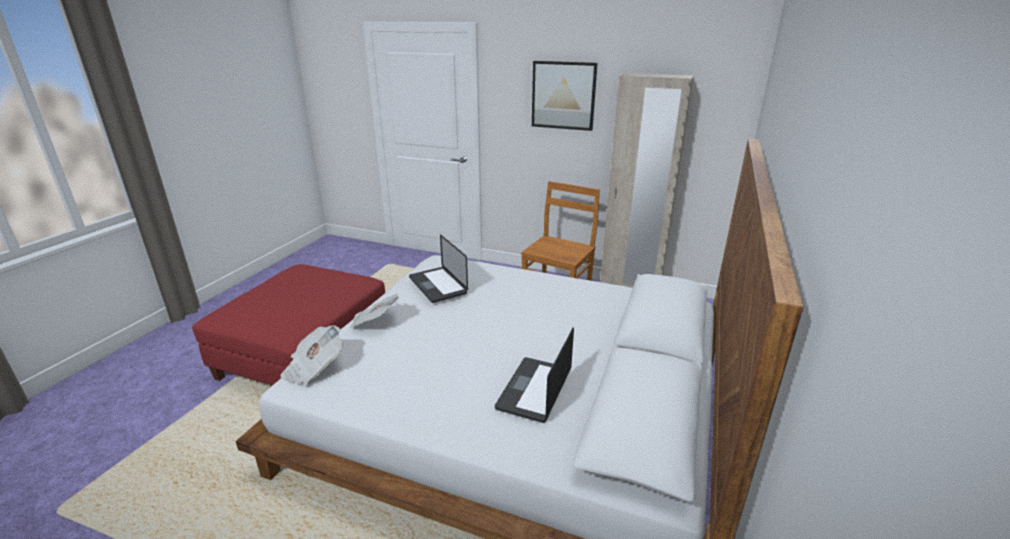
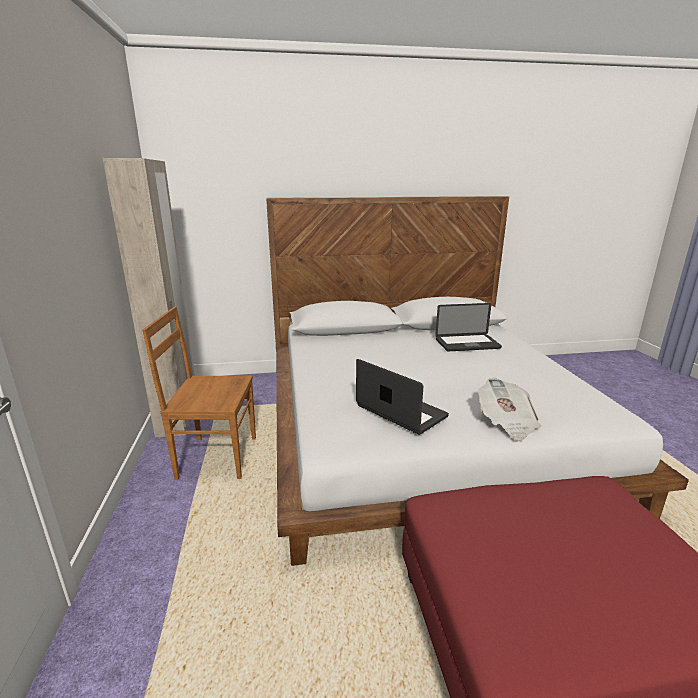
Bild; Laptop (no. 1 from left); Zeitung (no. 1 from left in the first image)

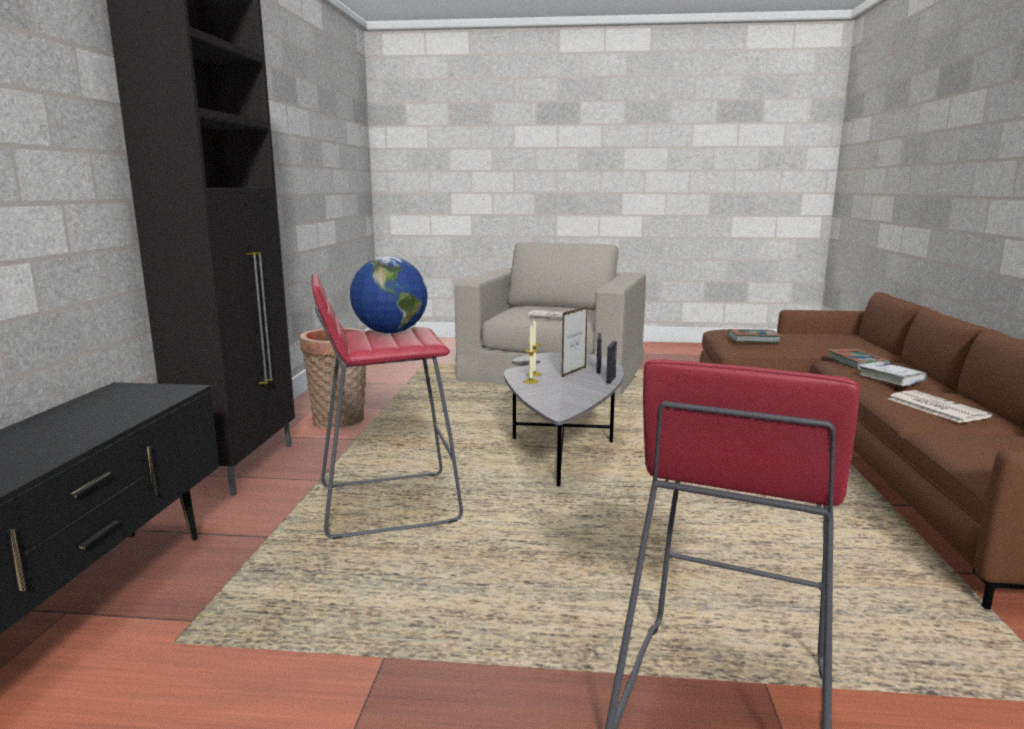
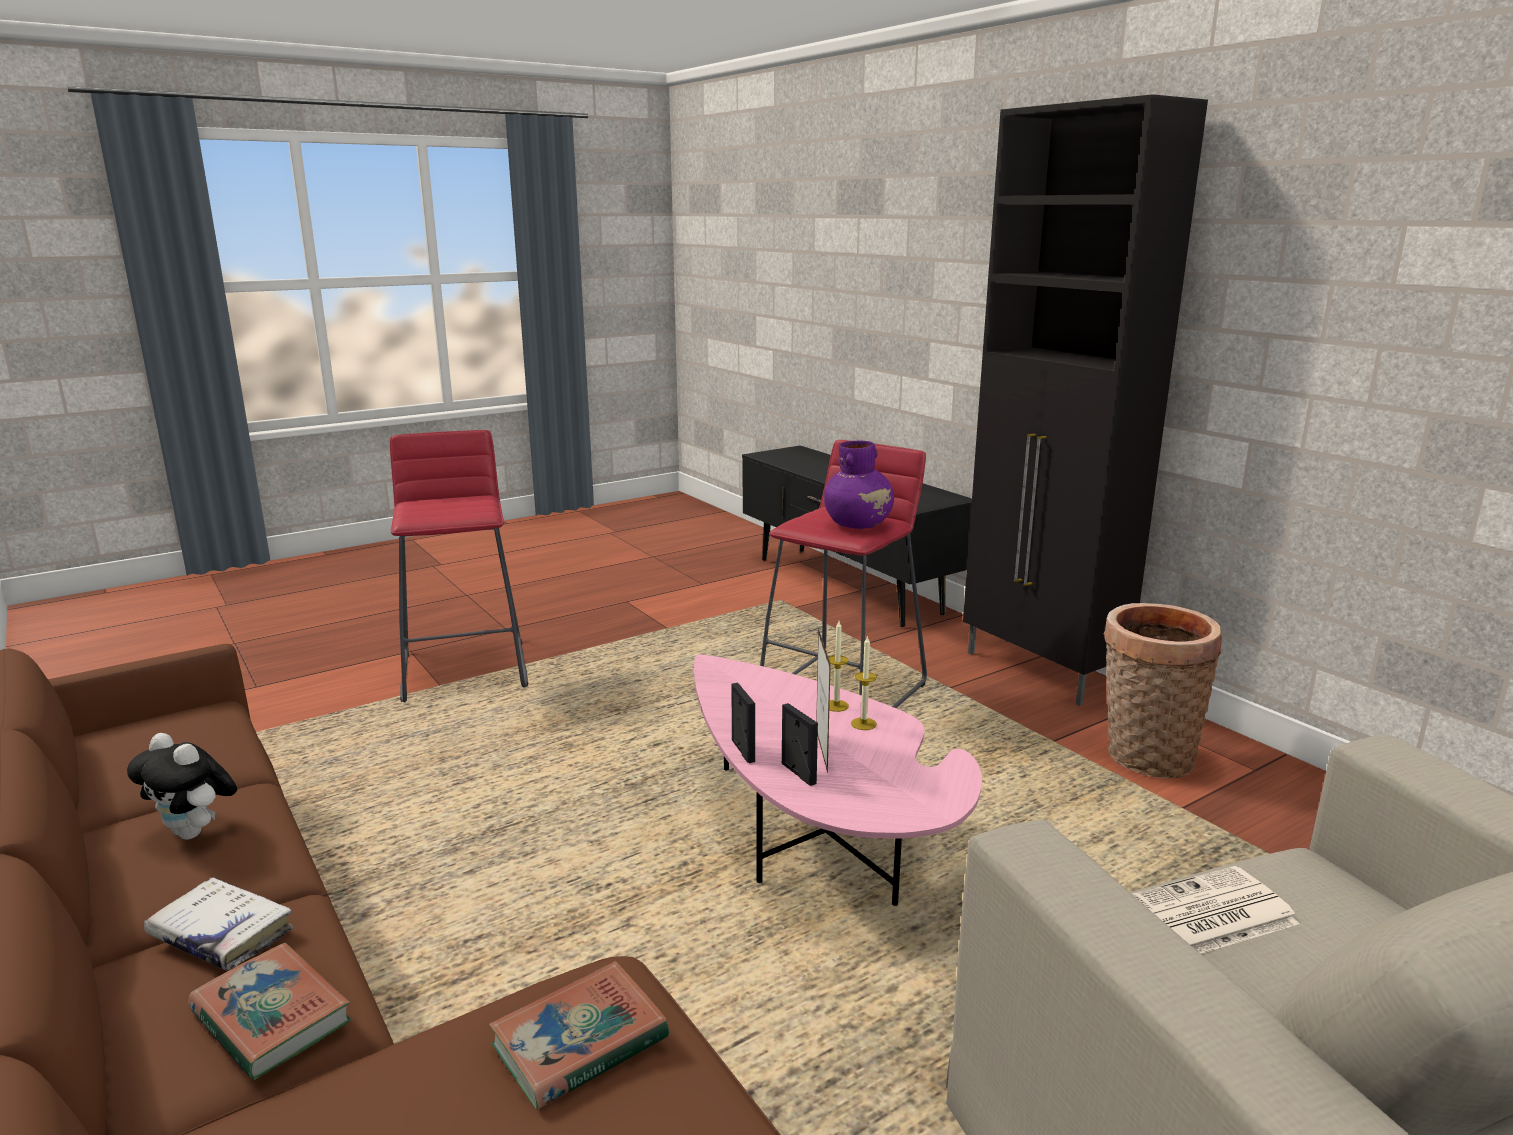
Vase (lila); Couchtisch (rosa); Plüschtier

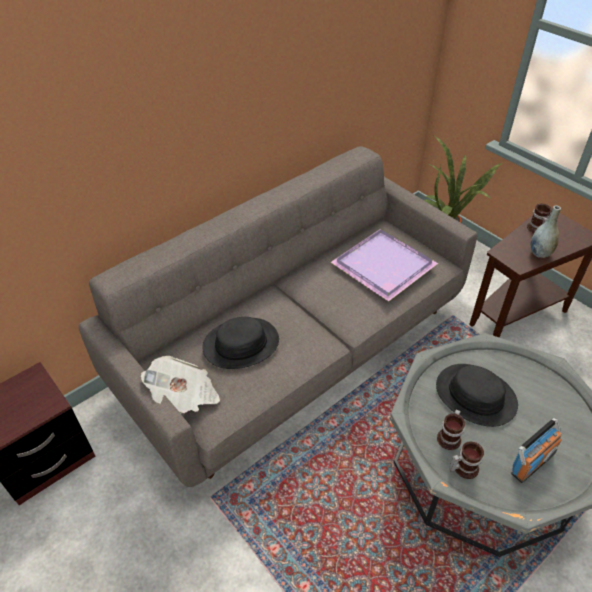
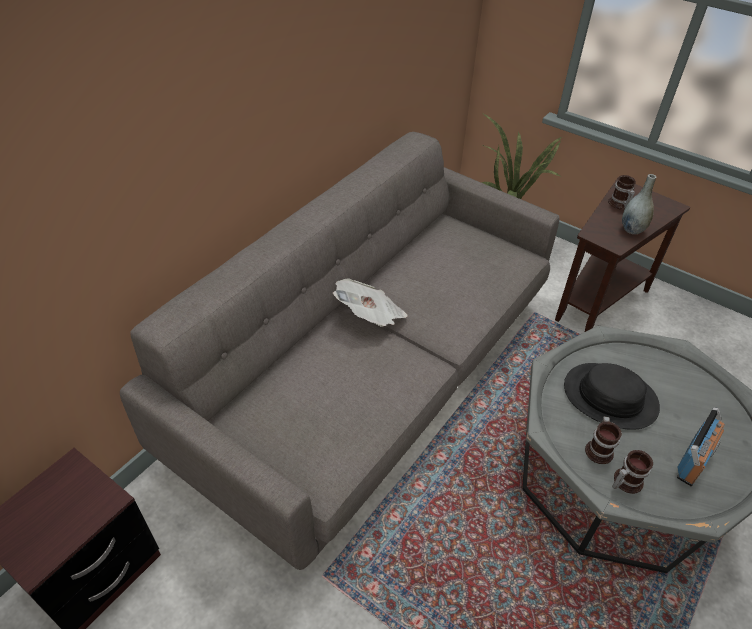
Tablett (lila); Hut (schwarz) (no. 1 from left in the first image); Zeitung

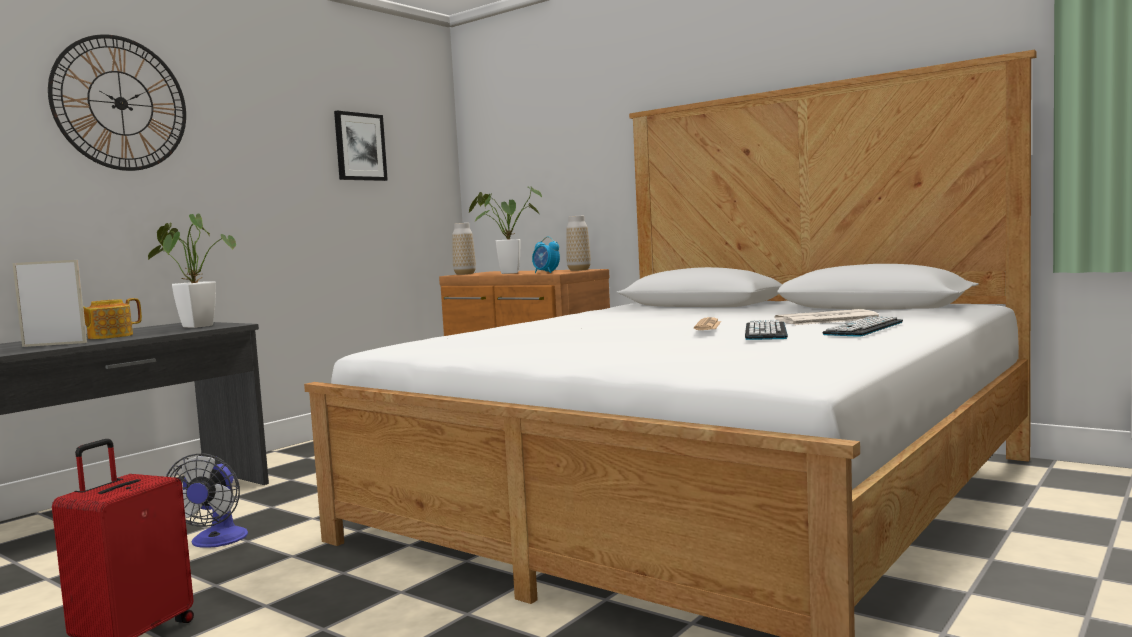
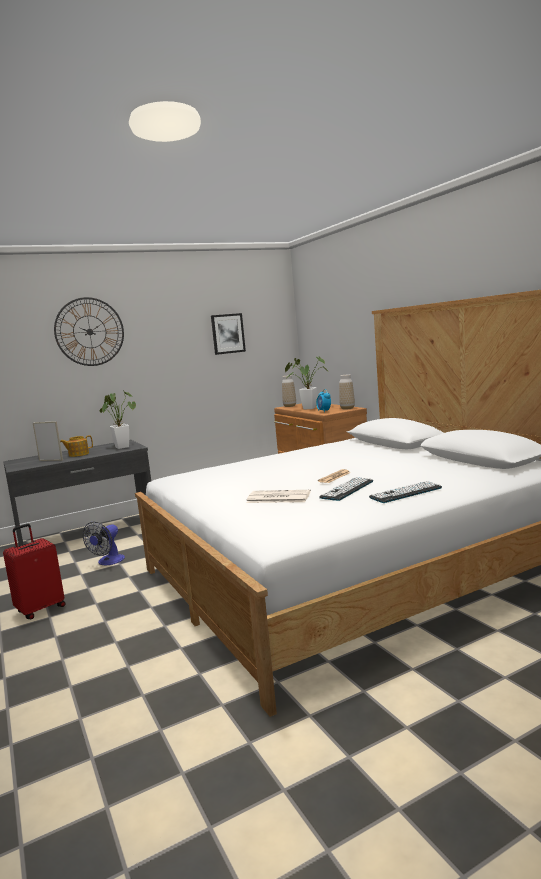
Zeitung (no. 1 from left)

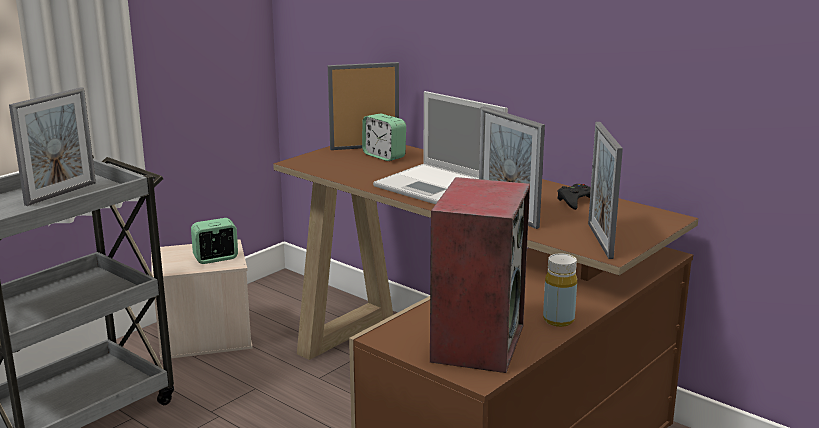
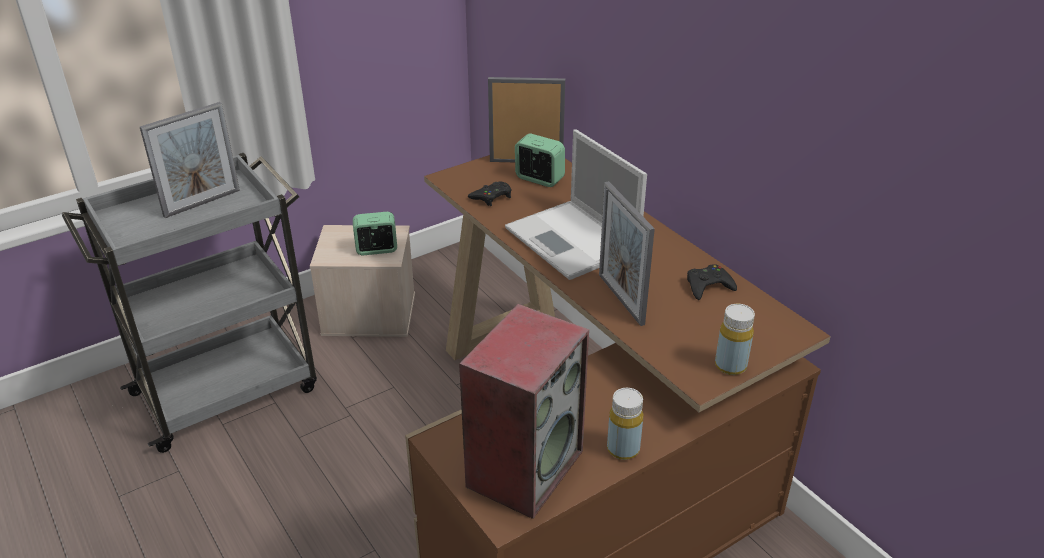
Wecker (no. 2 from left); Bilderrahmen (no. 4 from left in the first image); Gamepad (schwarz) (no. 1 from left); Flasche (gelb) (no. 2 from left)

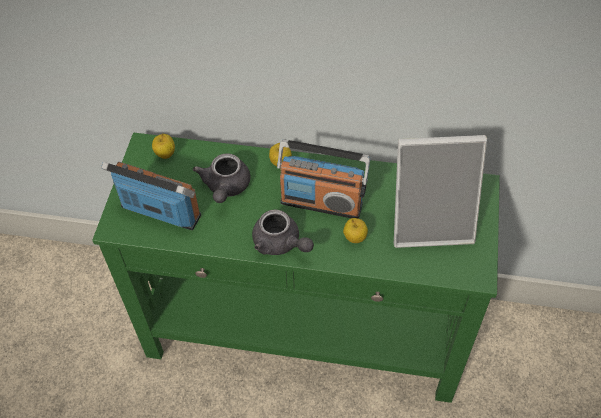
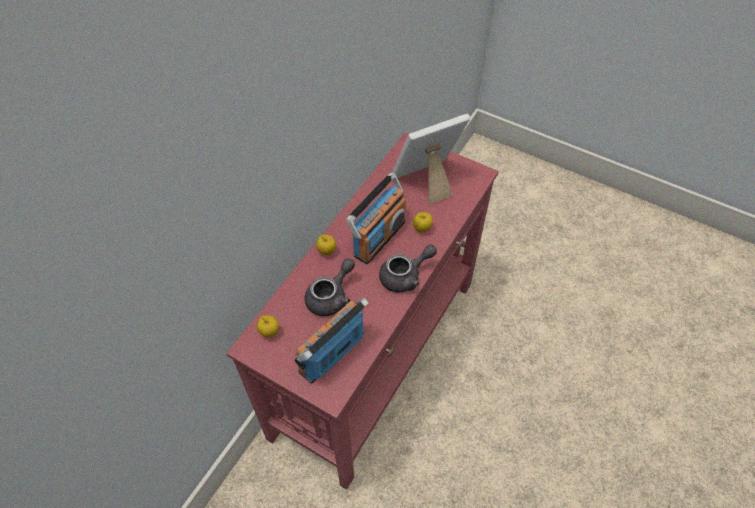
Konsolentisch (rot); Bilderrahmen; Teekanne (grau) (no. 1 from left)

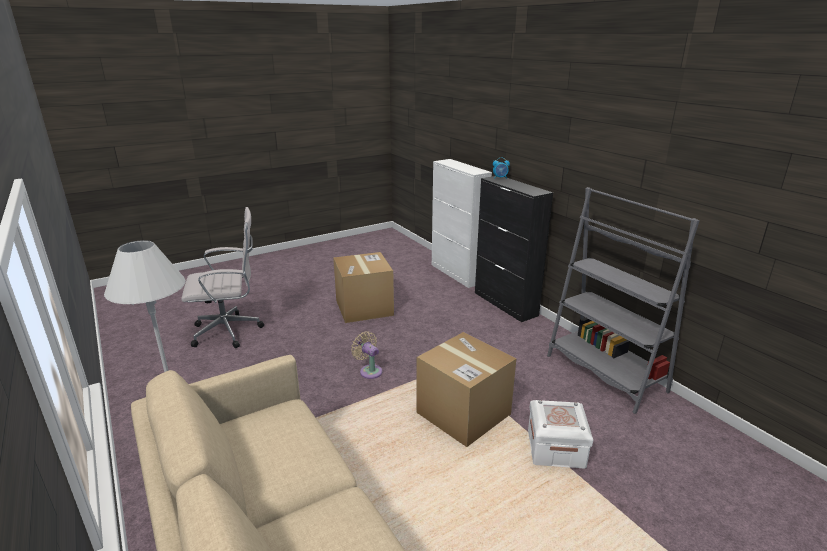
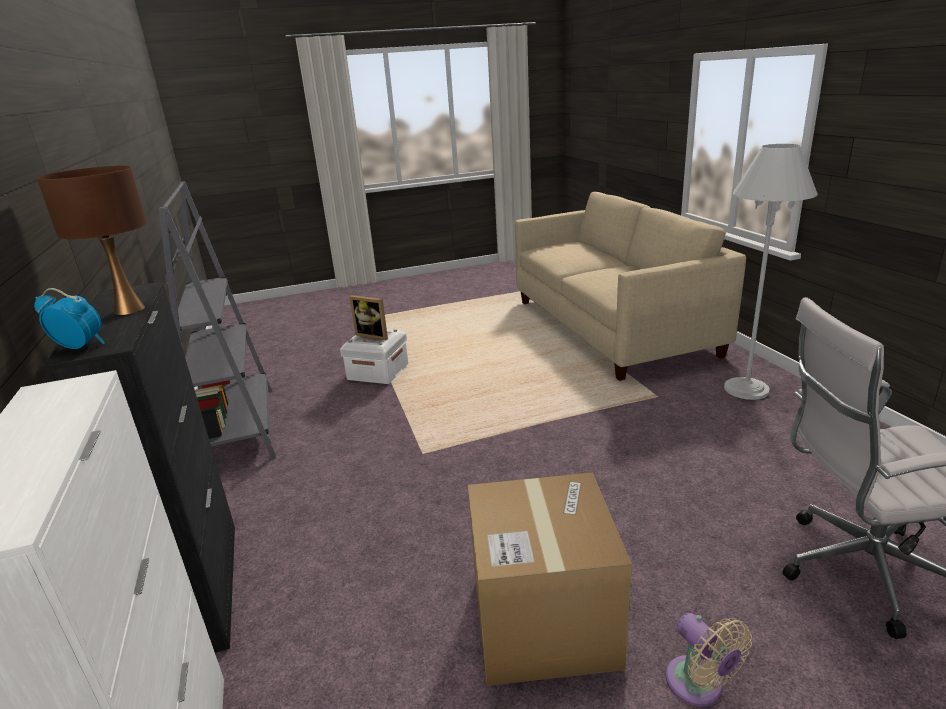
Ventilator (beige); Karton (no. 2 from left in the first image); Tischlampe (braun); Bilderrahmen

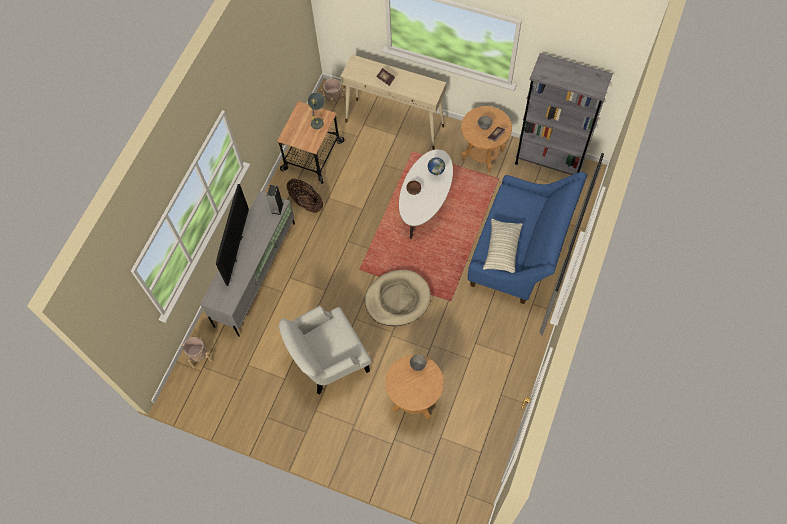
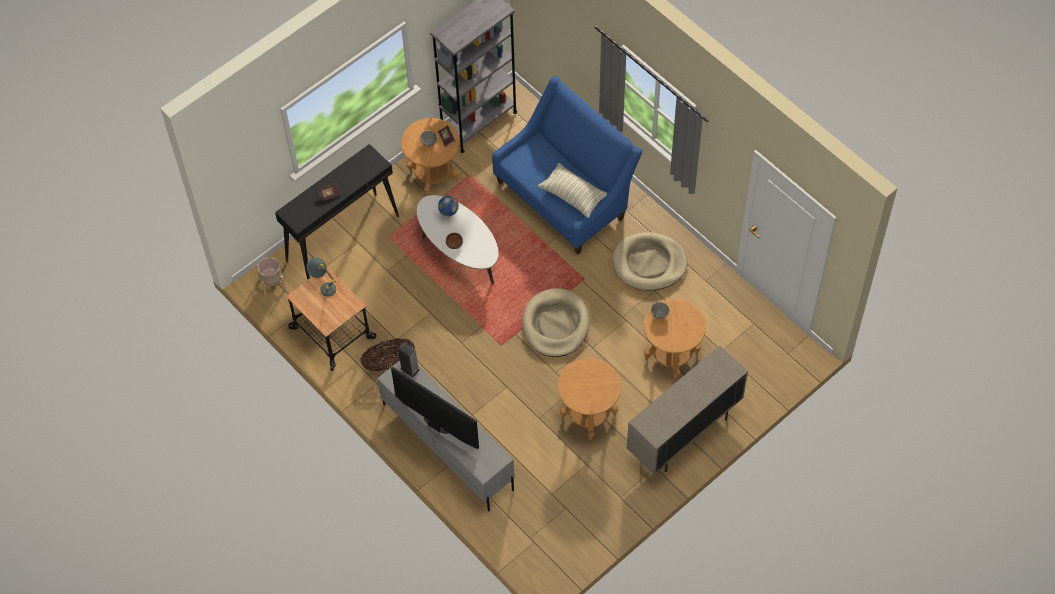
Konsolentisch (schwarz); Beistelltisch (braun) (no. 2 from left); Pflanzkübel (beige) (no. 1 from left in the first image); Hundebett (beige) (no. 2 from left); Schrank (beige)

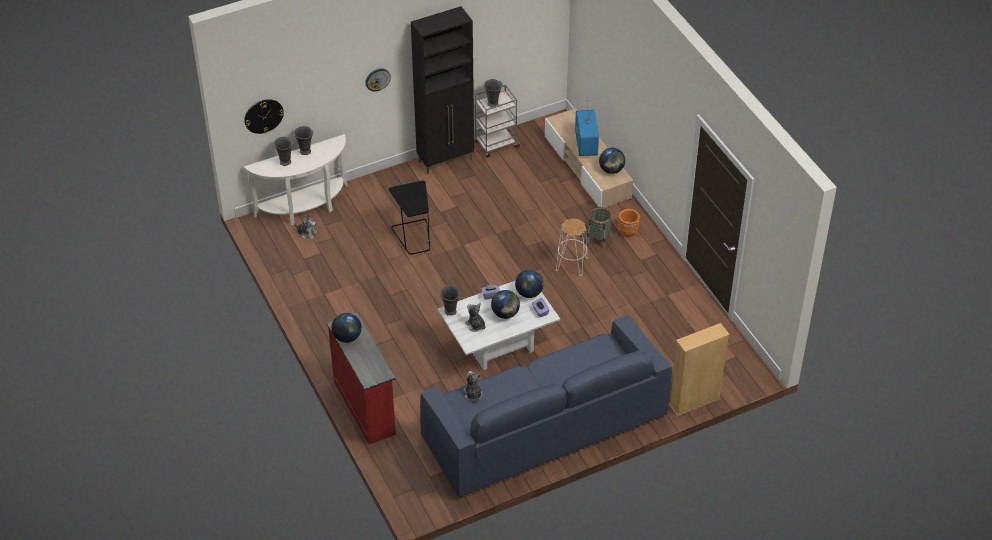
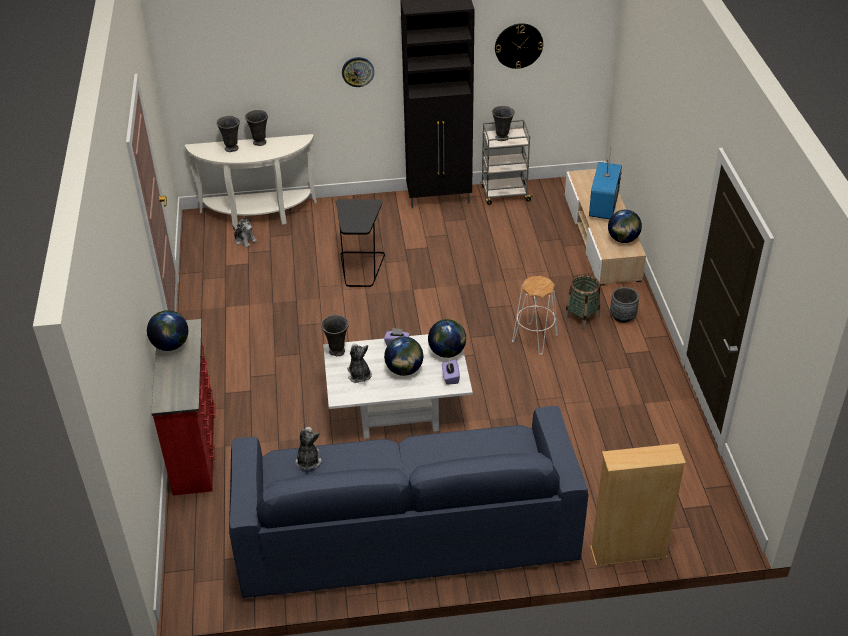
Wanduhr (no. 2 from left); Pflanzkübel (grau)

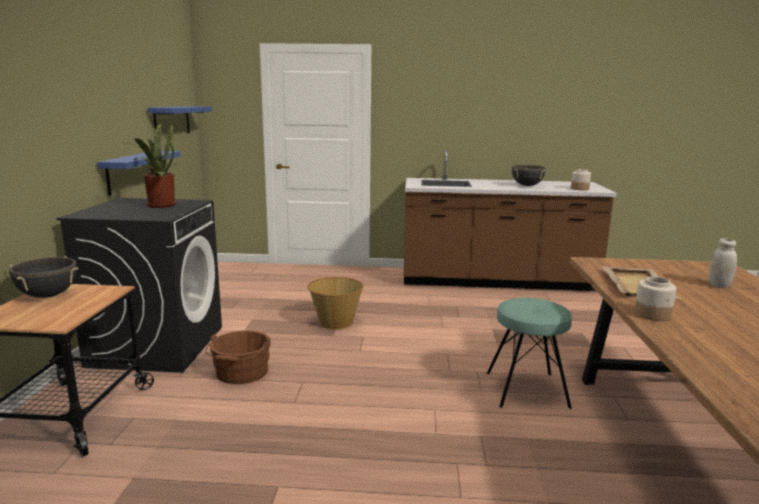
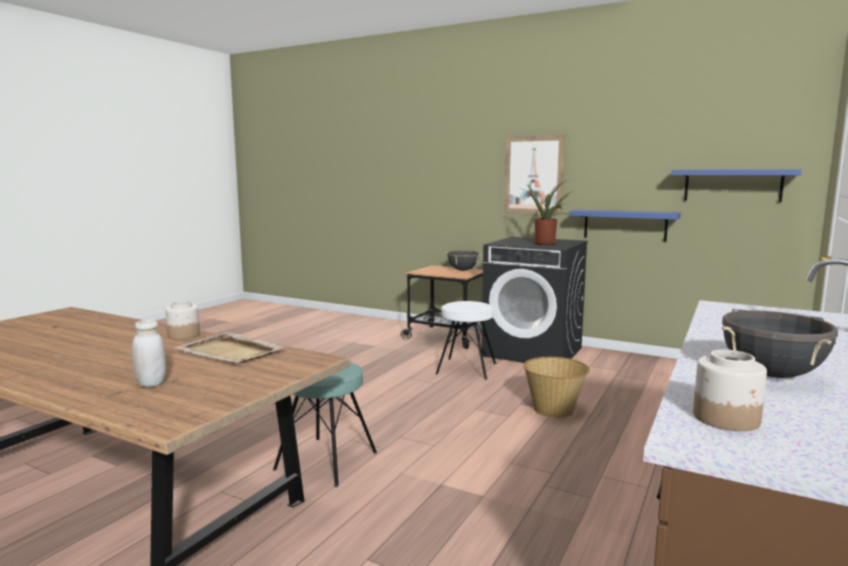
Hocker (weiß); Bild

